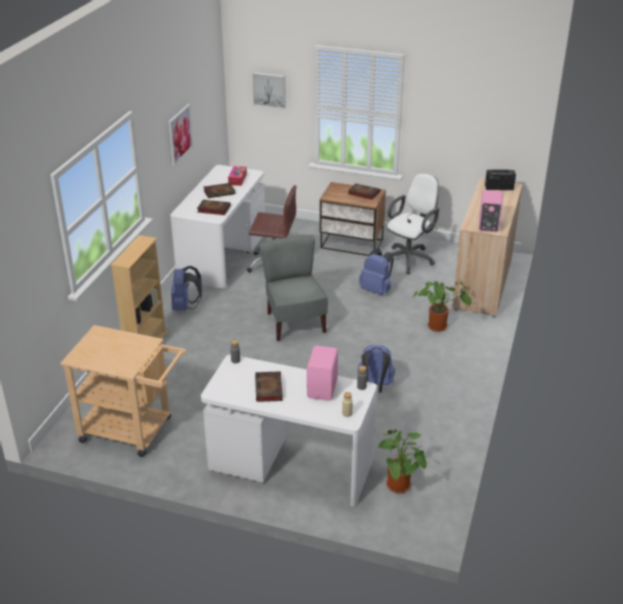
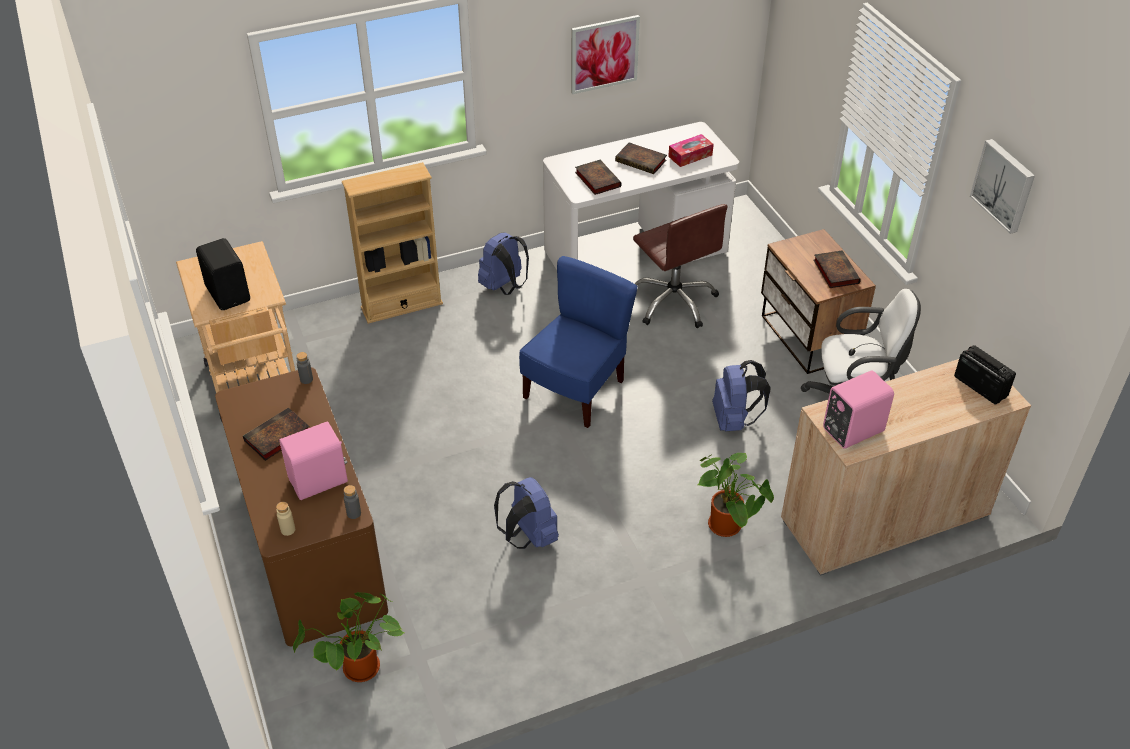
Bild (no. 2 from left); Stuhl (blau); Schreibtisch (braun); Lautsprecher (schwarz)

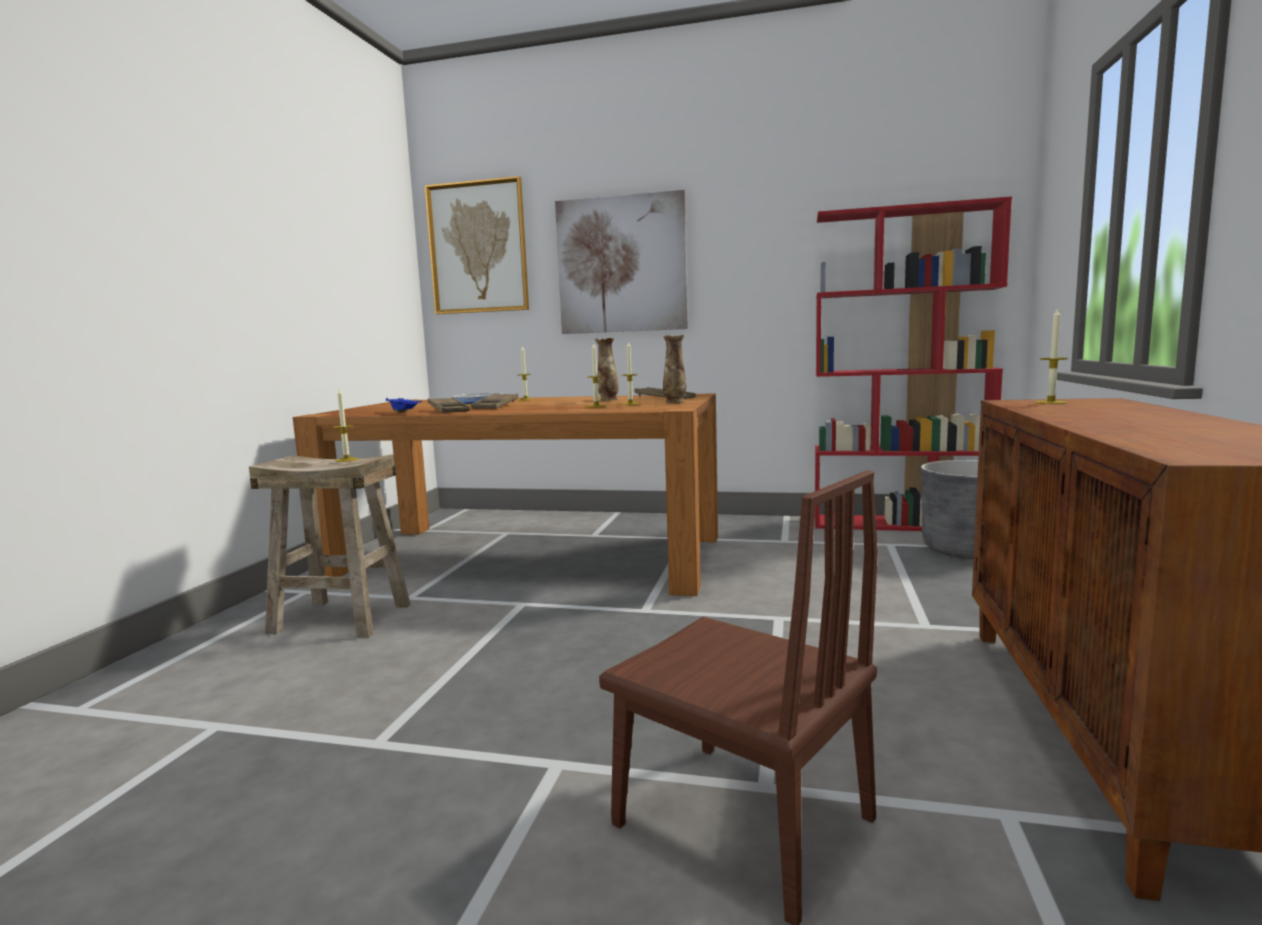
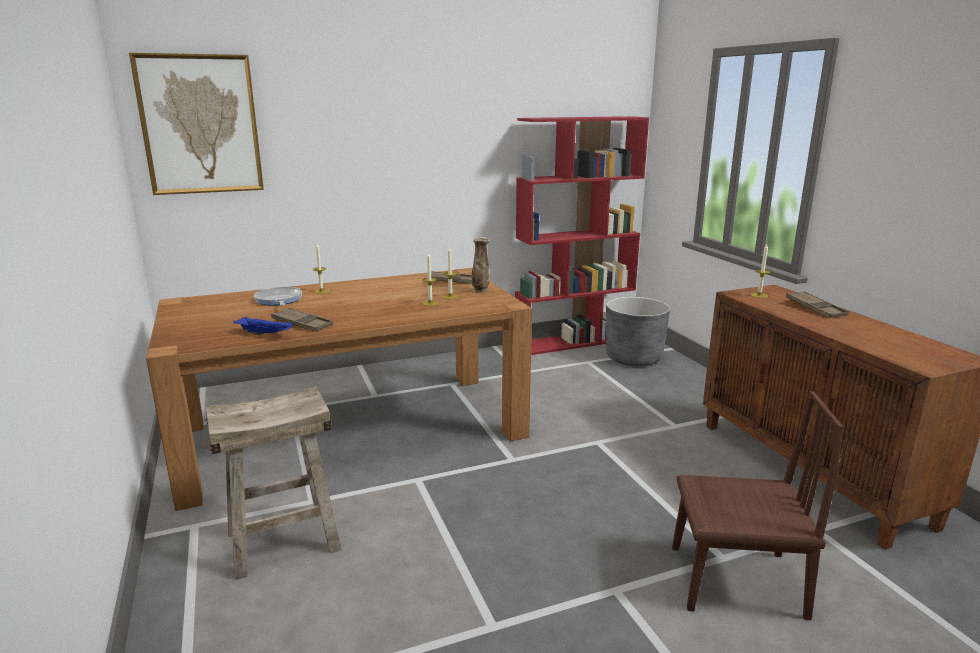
Bild (no. 2 from left in the first image); Vase (no. 1 from left in the first image); Kerze (no. 1 from left in the first image); Tablett (braun) (no. 3 from left)

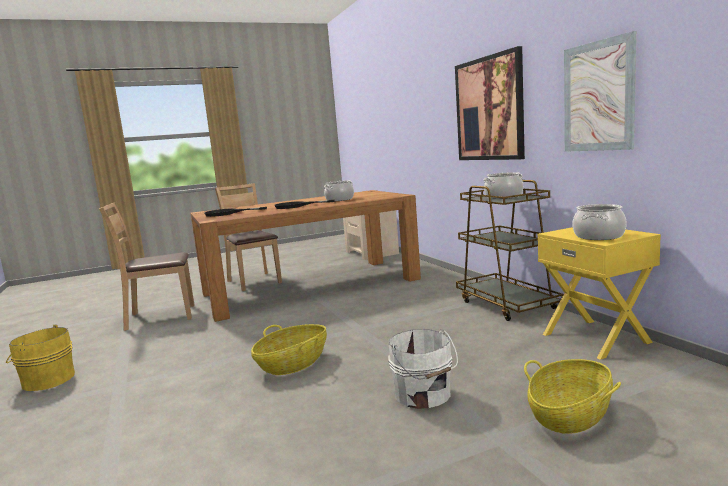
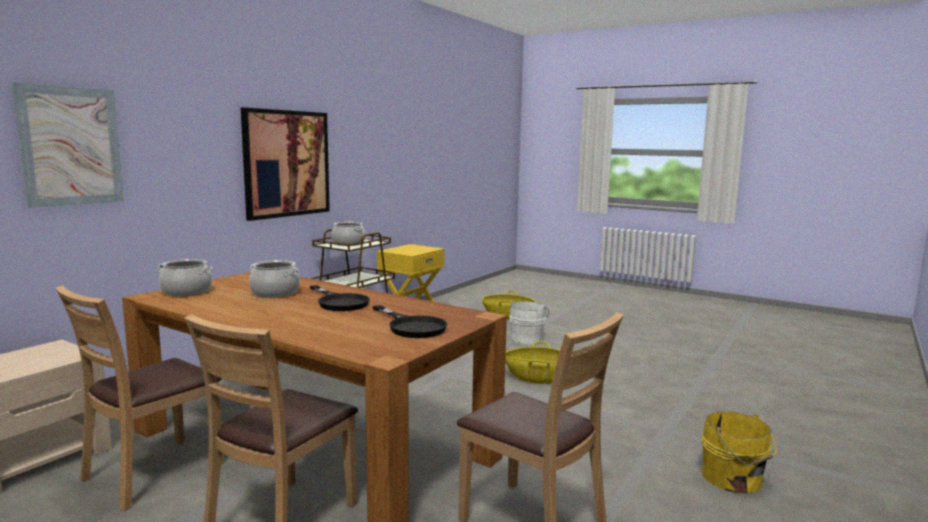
Bild (no. 1 from left); Kochtopf (no. 1 from left); Stuhl (braun) (no. 1 from left)

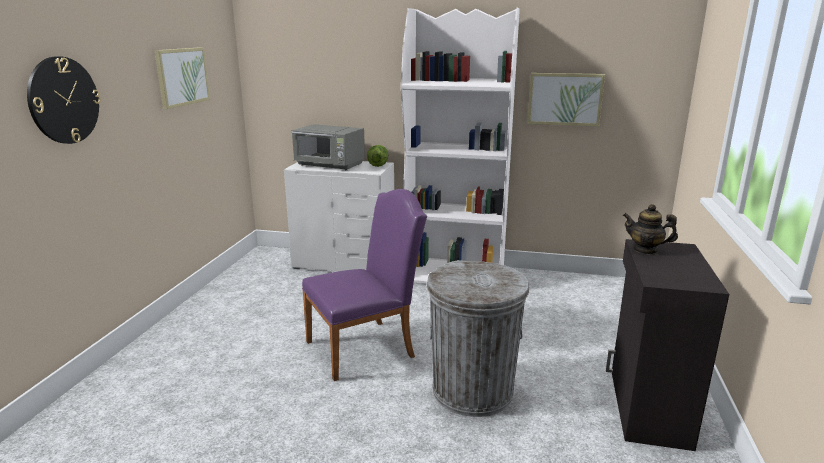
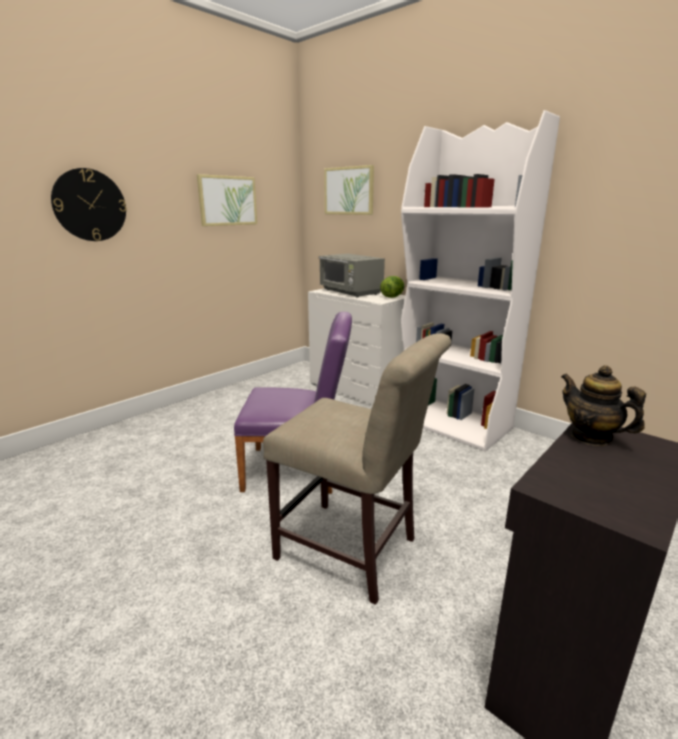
Bild (no. 2 from left); Stuhl (beige)

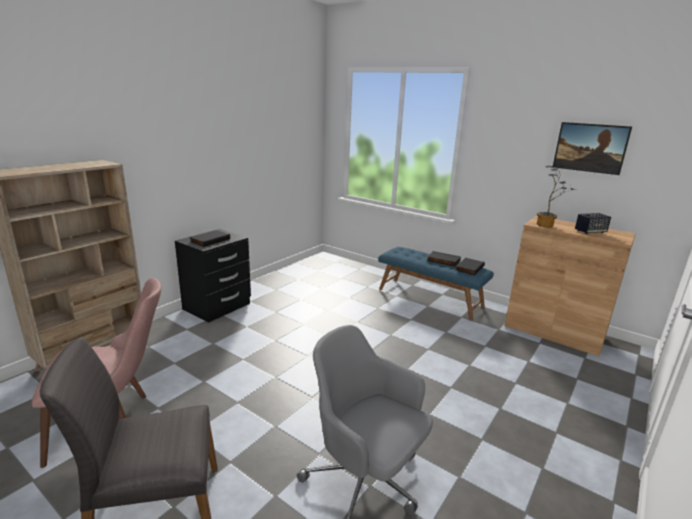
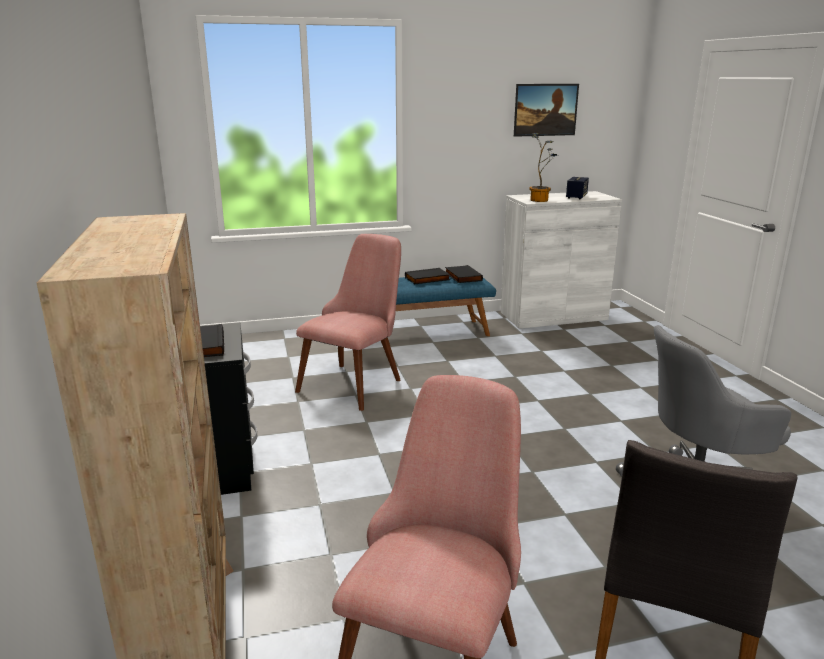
Schrank (weiß); Stuhl (rosa) (no. 1 from left)

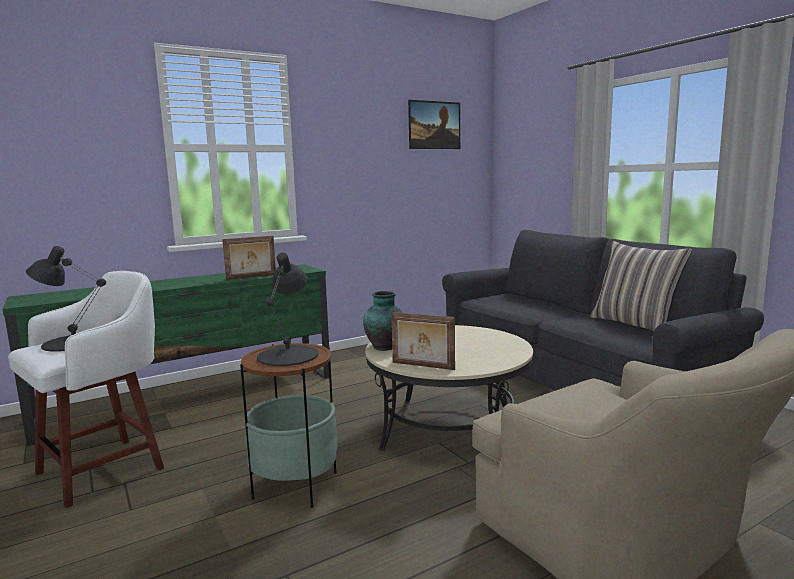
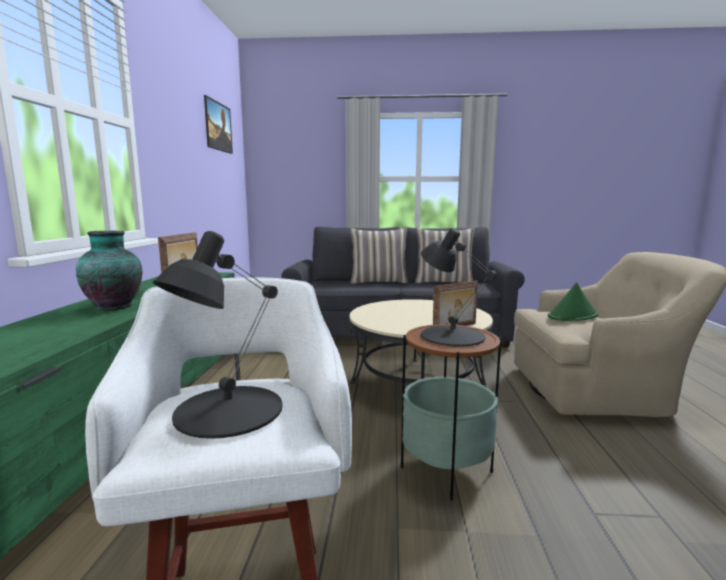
Vase; Kissen (no. 1 from left); Hut (grün)

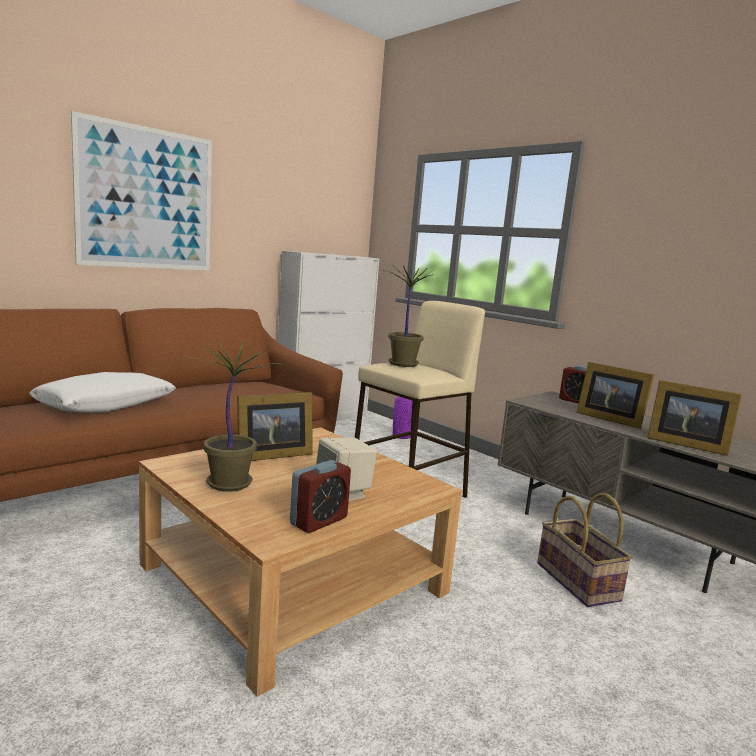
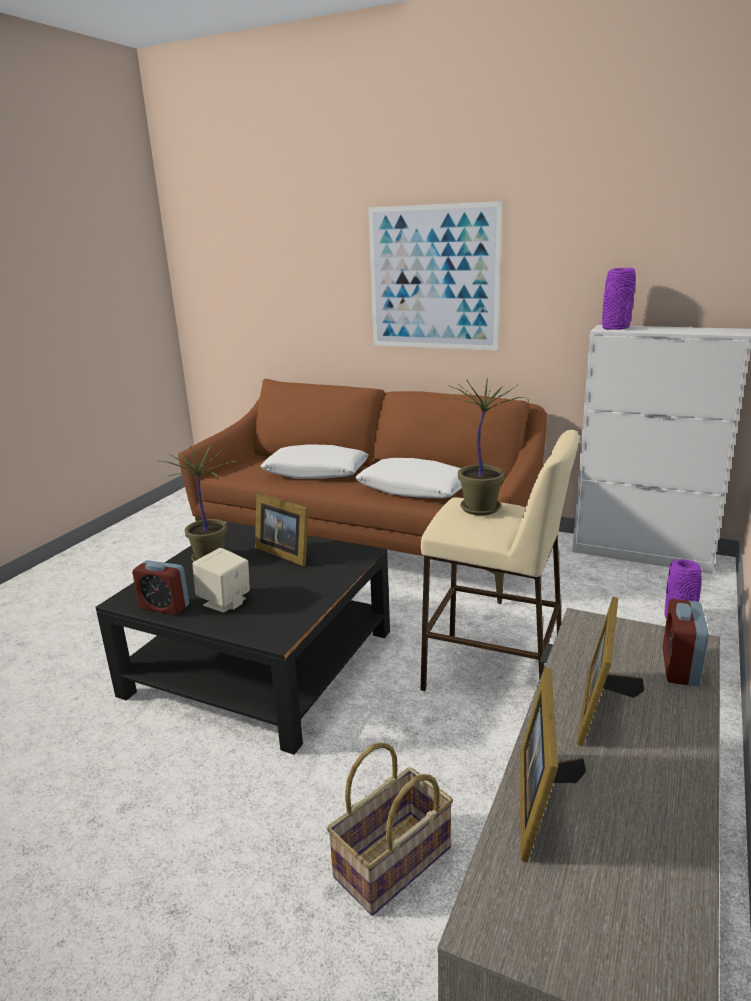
Couchtisch (schwarz); Vase (lila) (no. 1 from left); Kissen (weiß) (no. 2 from left)

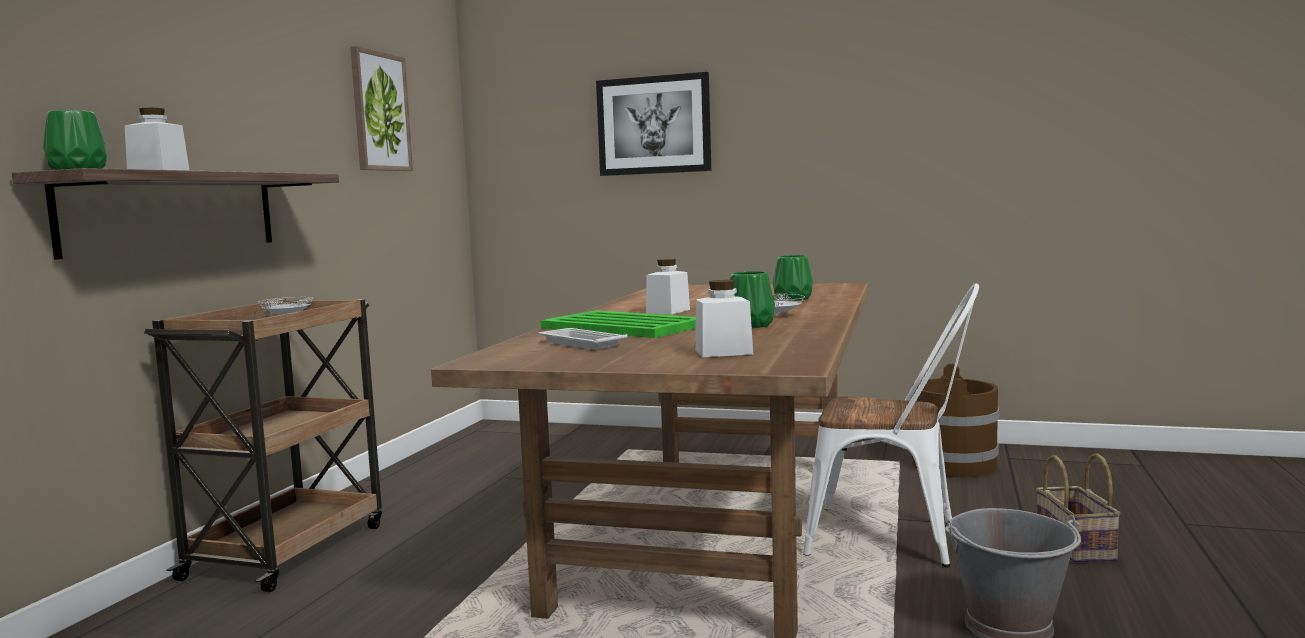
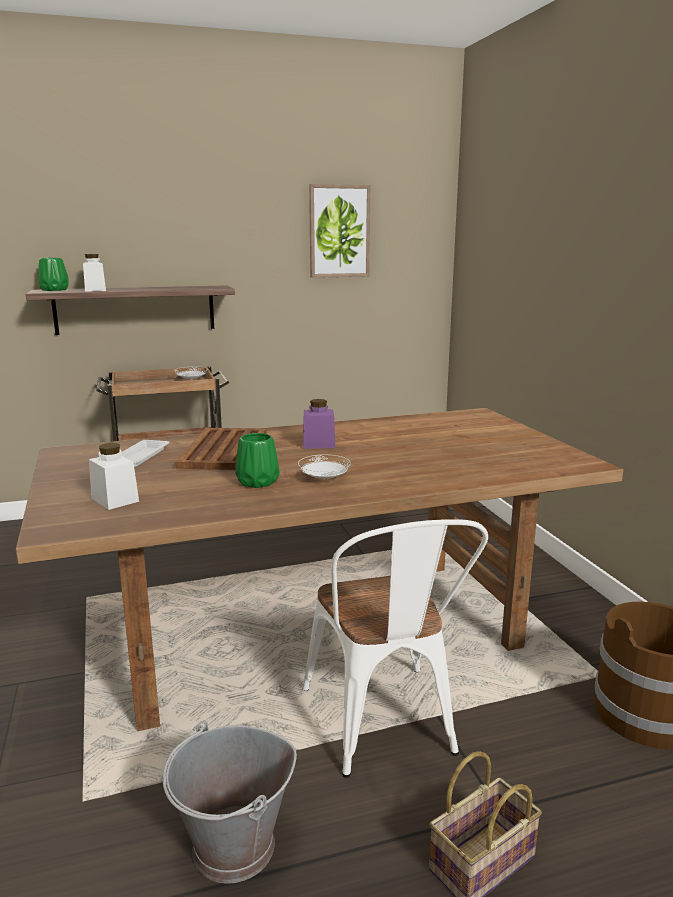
Bild (no. 2 from left in the first image); Vase (grün) (no. 3 from left in the first image); Vorratsglas (lila); Tablett (braun)

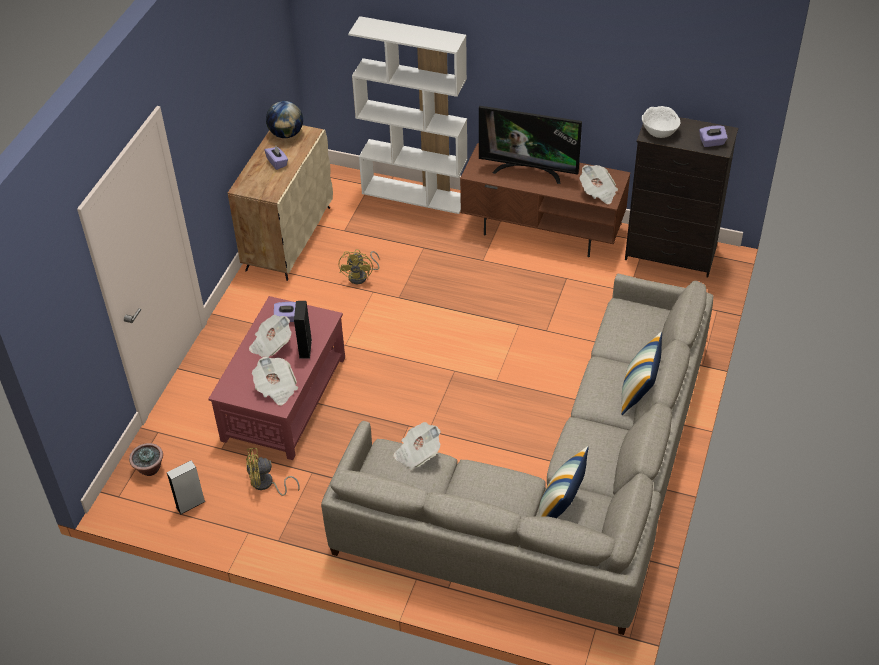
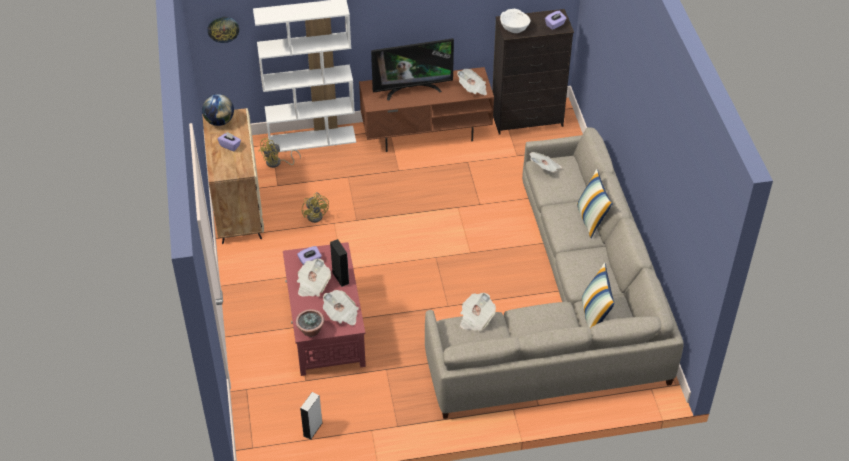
Topfpflanze; Ventilator (gelb) (no. 1 from left); Wanduhr; Zeitung (no. 5 from left)

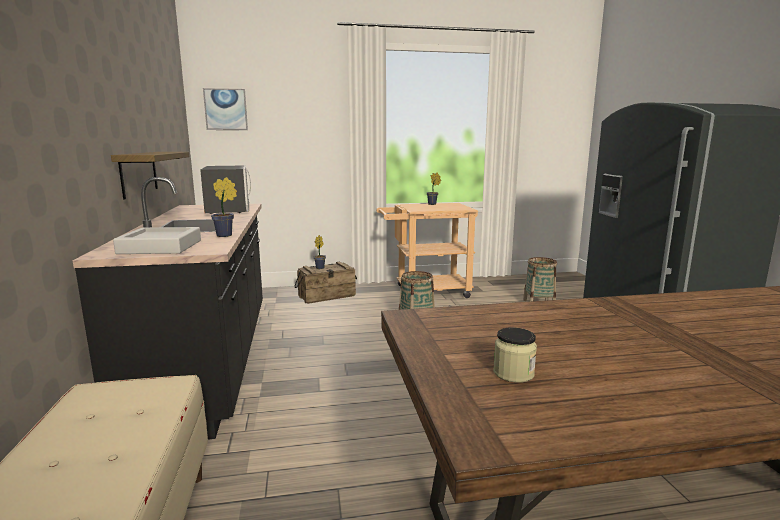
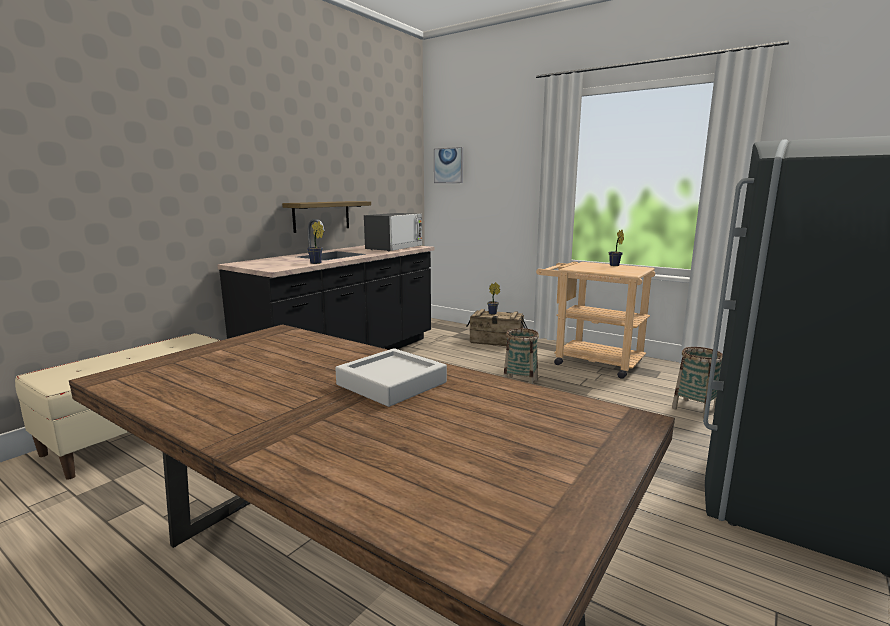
Tablett (grau); Vorratsglas

